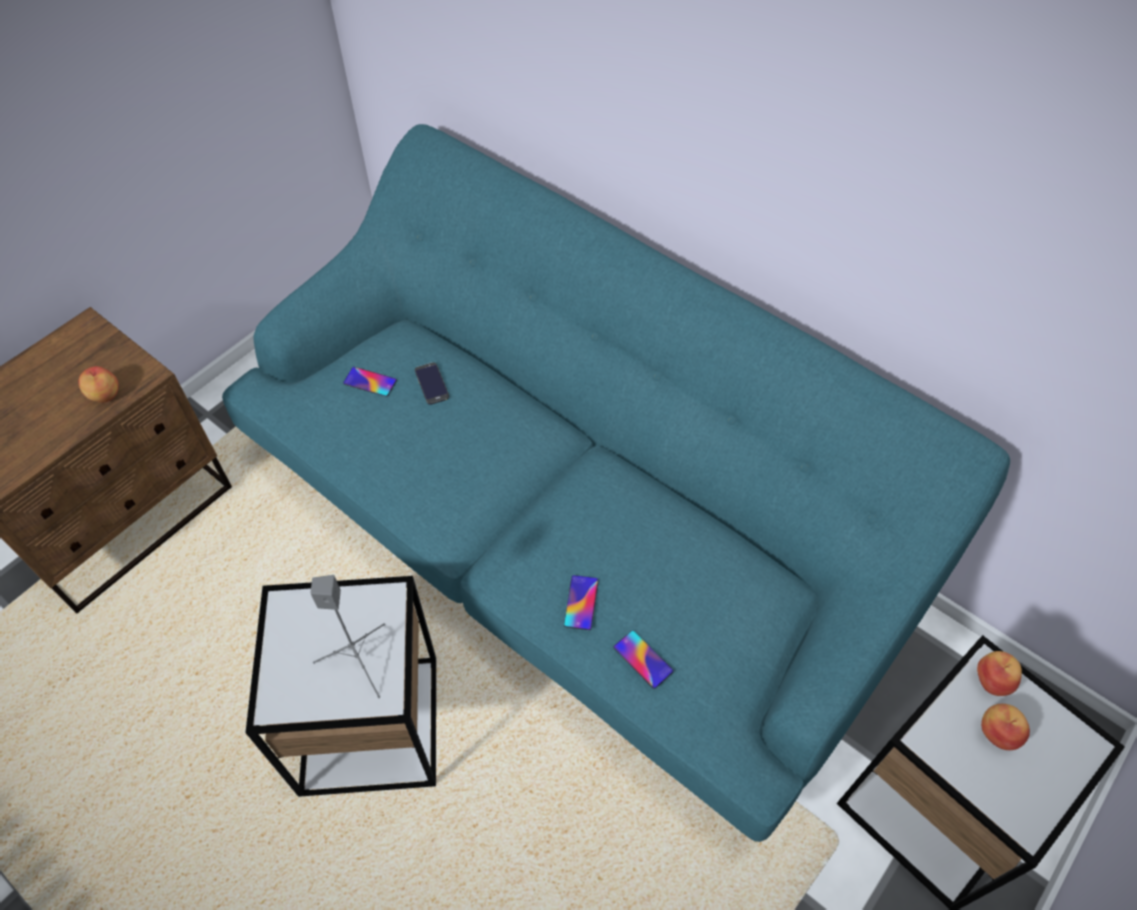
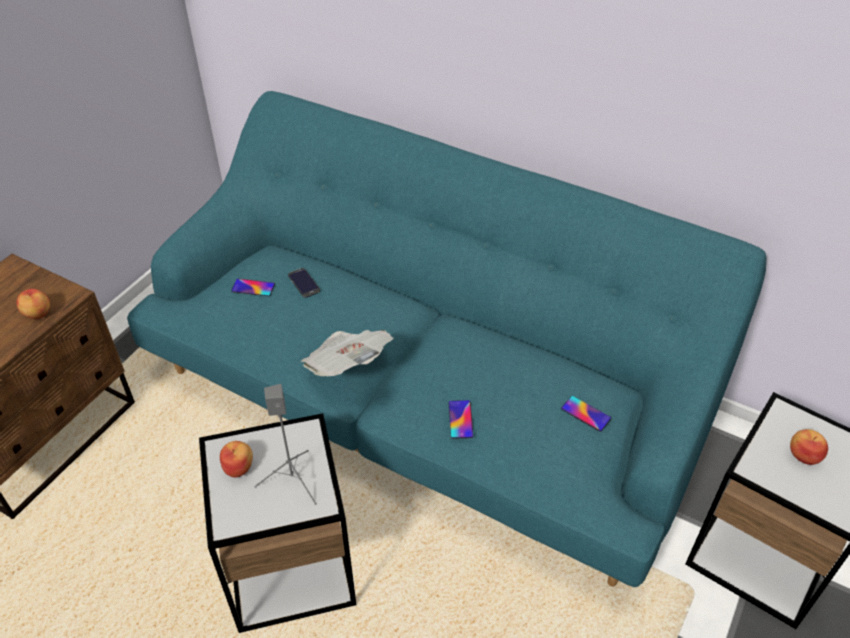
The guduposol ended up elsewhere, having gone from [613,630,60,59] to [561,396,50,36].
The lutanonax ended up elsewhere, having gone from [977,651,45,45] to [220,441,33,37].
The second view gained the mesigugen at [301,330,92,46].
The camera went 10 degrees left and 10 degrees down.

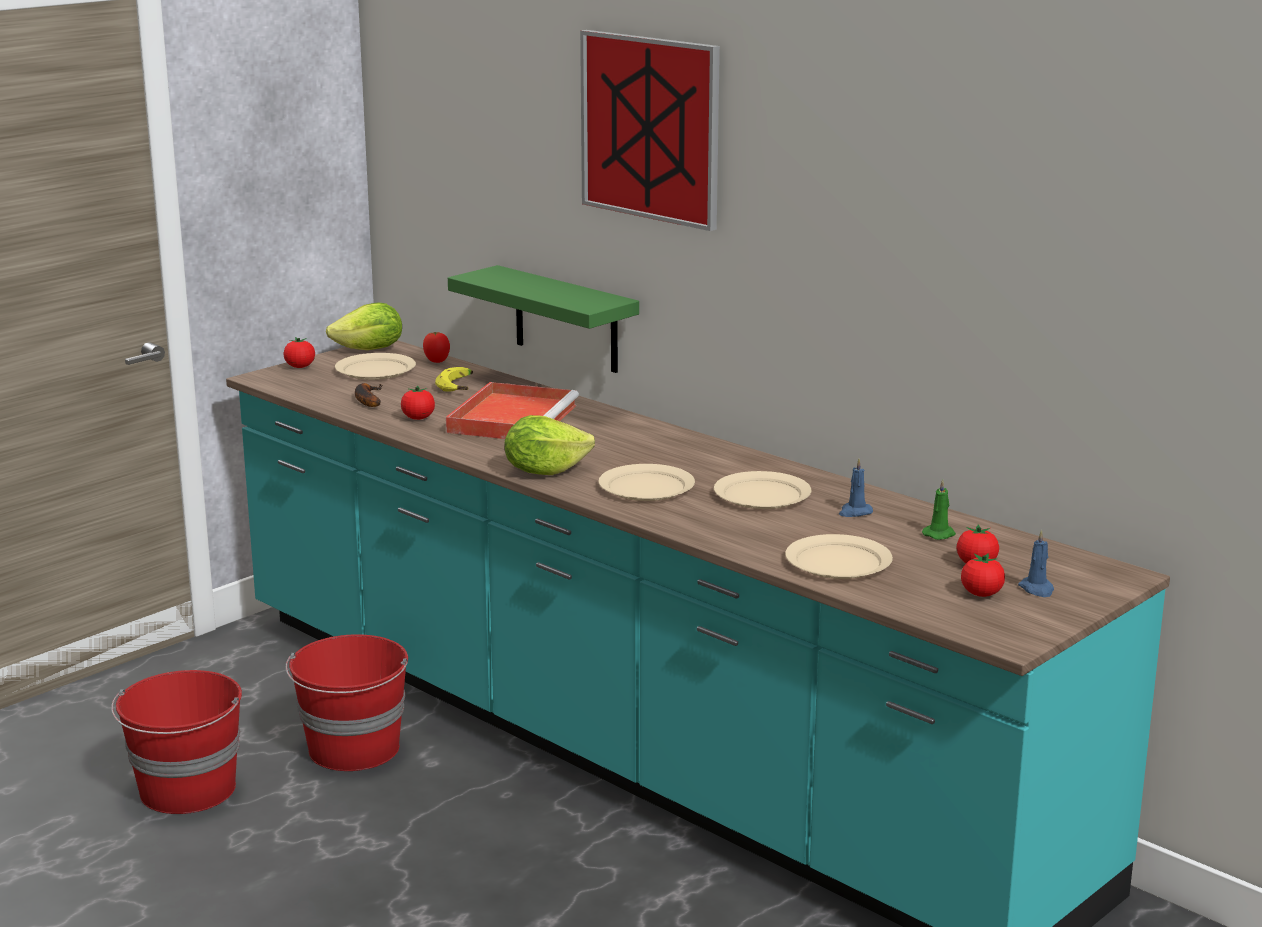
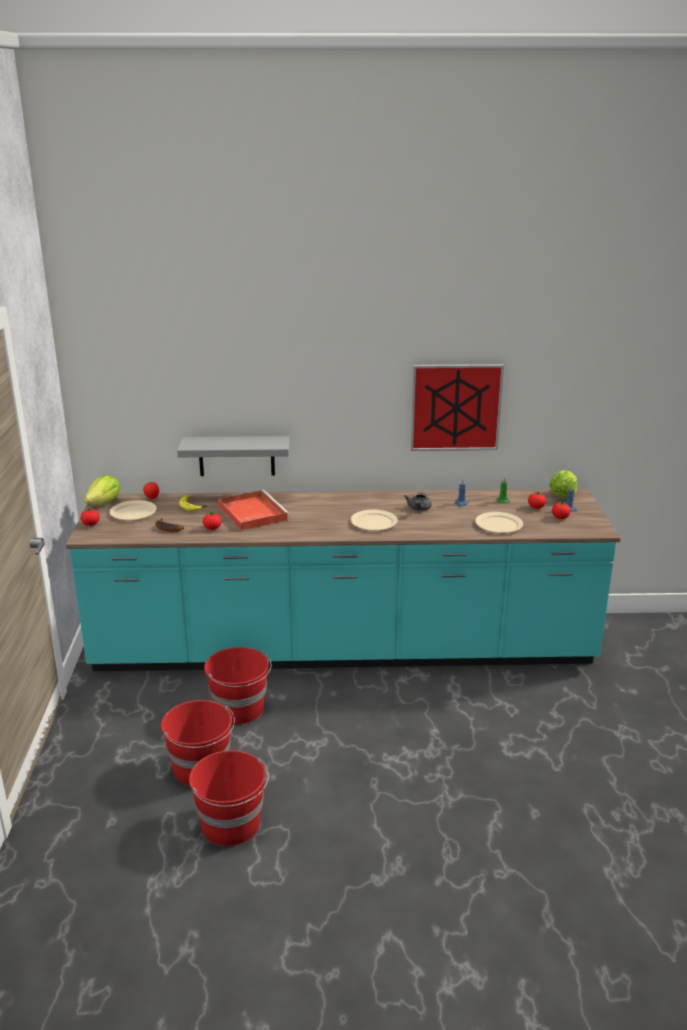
What was the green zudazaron at [448,265,191,108] turned into the grey zudazaron at [177,436,113,40].
The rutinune ended up elsewhere, having gone from [504,415,91,60] to [549,471,28,27].
The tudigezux ended up elsewhere, having gone from [580,30,140,201] to [411,364,93,87].
Where the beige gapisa stood at [714,471,97,38], the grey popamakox came to stand at [404,493,27,18].
The second view gained the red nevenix at [189,750,80,96].
The camera went 45 degrees left and 5 degrees up.

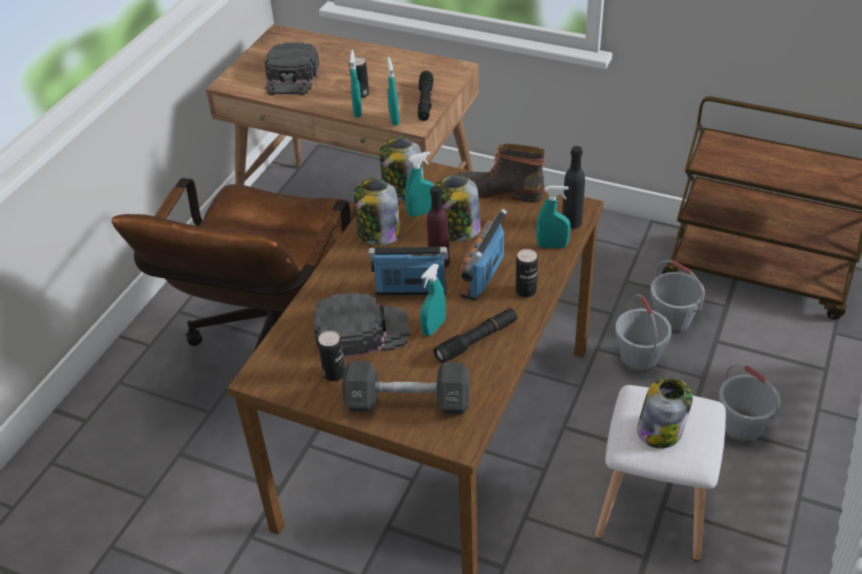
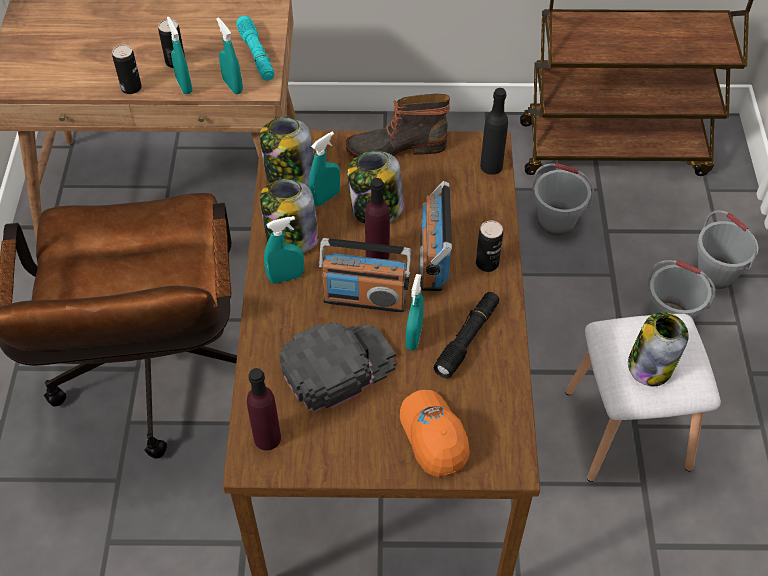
The second view lost the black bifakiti at [265,42,54,53].
The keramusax ended up elsewhere, having gone from [318,331,27,50] to [112,45,30,49].
Where the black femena stood at [342,361,128,53], the orange bifakiti came to stand at [400,390,70,87].
The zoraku at [368,247,80,48] ended up facing another way, 150 degrees counterclockwise from before.
What was the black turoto at [418,71,15,50] turned into the turquoise turoto at [236,15,38,66].
The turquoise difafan ended up elsewhere, having gone from [536,186,35,62] to [264,216,40,68].
The grey nevenix ended up elsewhere, having gone from [615,294,56,79] to [697,210,61,79].
The second view gained the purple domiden at [247,368,34,82].
The camera went 25 degrees left and 10 degrees up.

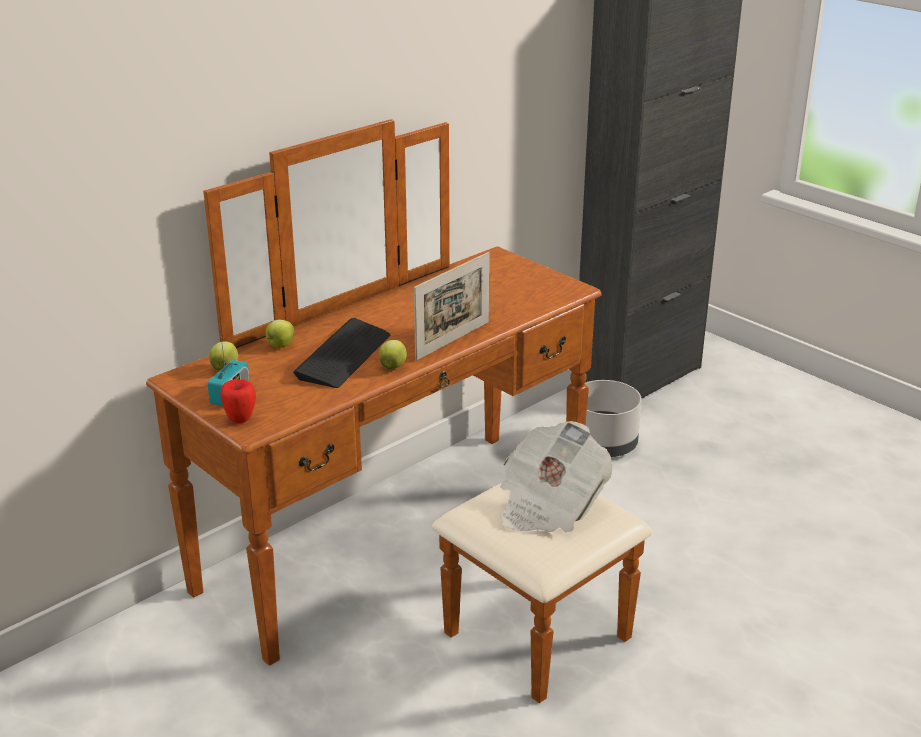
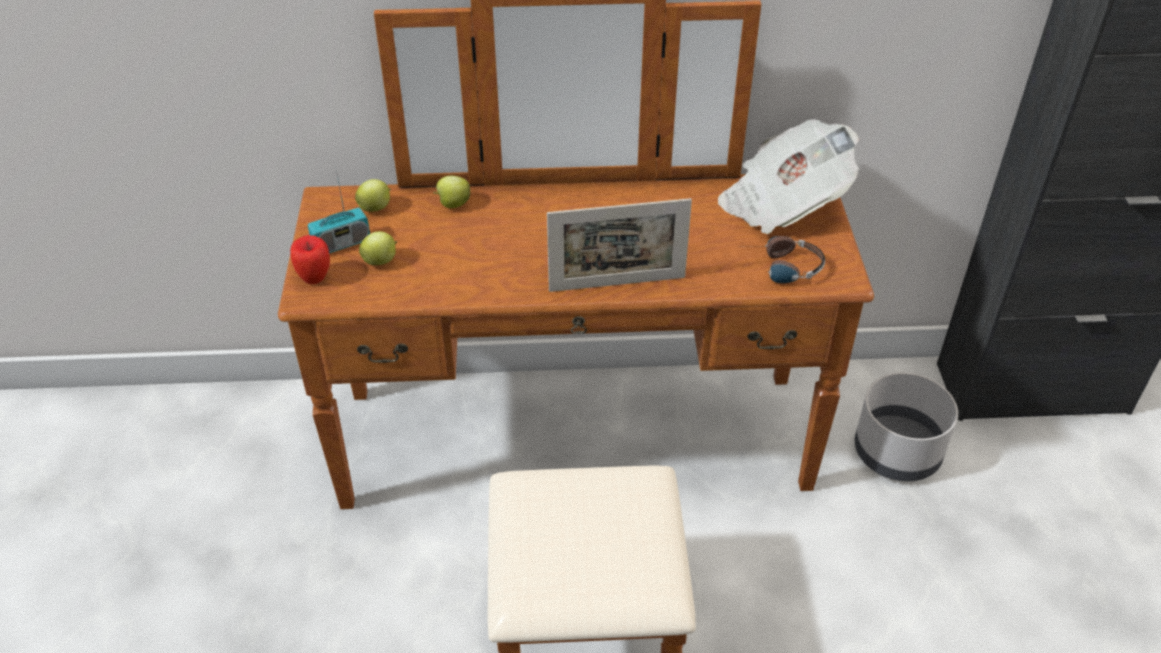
The second view lost the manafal at [293,318,97,70].
The lutanonax ended up elsewhere, having gone from [379,340,28,29] to [359,231,38,34].
The mesigugen ended up elsewhere, having gone from [500,421,113,112] to [718,119,141,115].
The second view gained the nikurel at [743,236,82,47].
The camera went 40 degrees right and 15 degrees up.

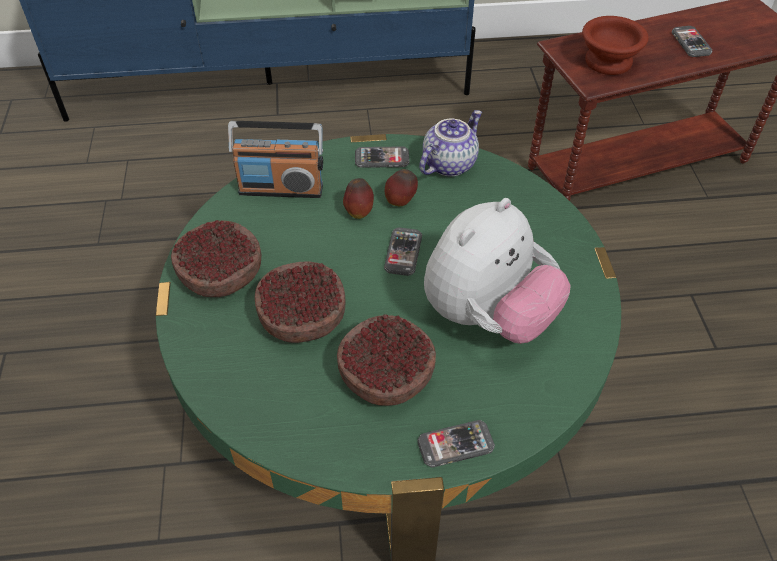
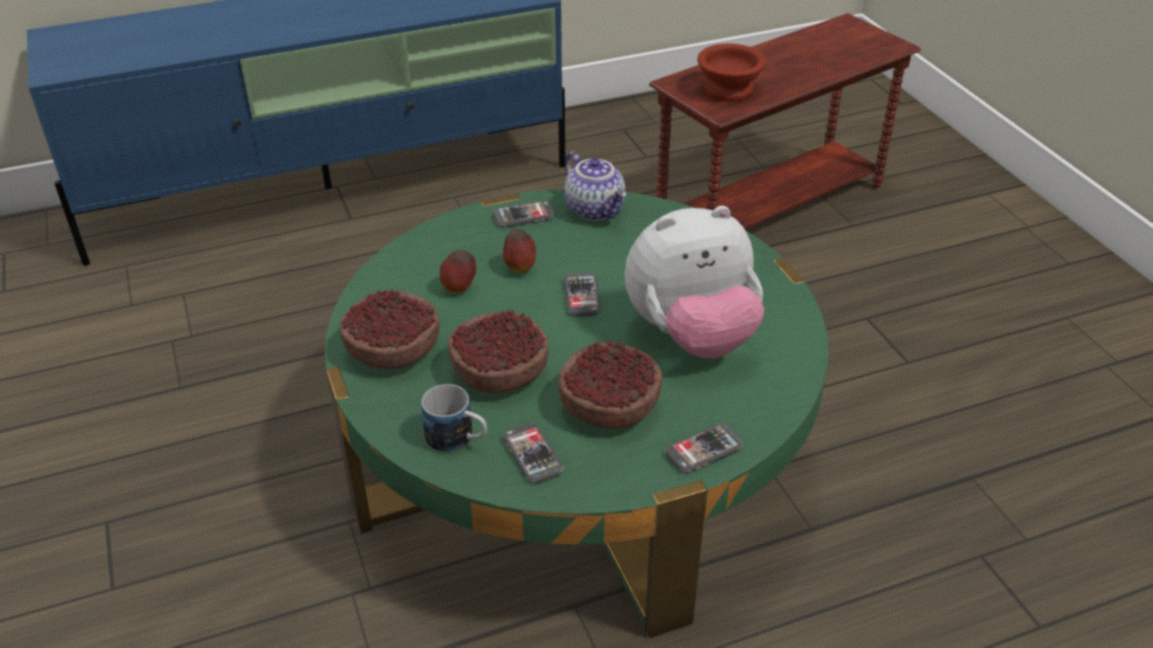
The second view lost the zoraku at [228,121,95,77].
The lutanonax ended up elsewhere, having gone from [385,169,33,37] to [440,250,36,43].
The popamakox at [419,110,63,66] ended up facing another way, 120 degrees clockwise from before.
The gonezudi at [424,198,147,146] ended up facing another way, 45 degrees clockwise from before.
The guduposol ended up elsewhere, having gone from [672,26,40,31] to [502,423,62,61].
The second view gained the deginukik at [421,384,66,68].
The camera went 15 degrees left and 10 degrees down.

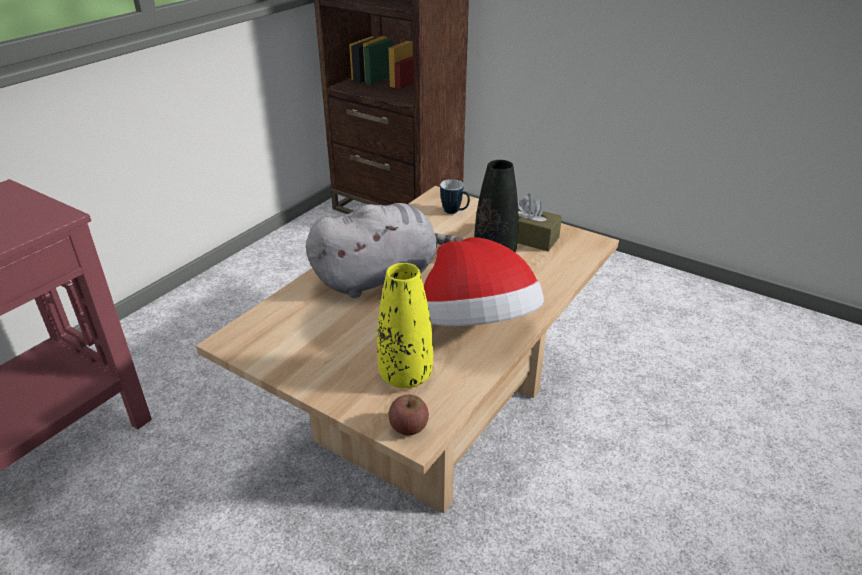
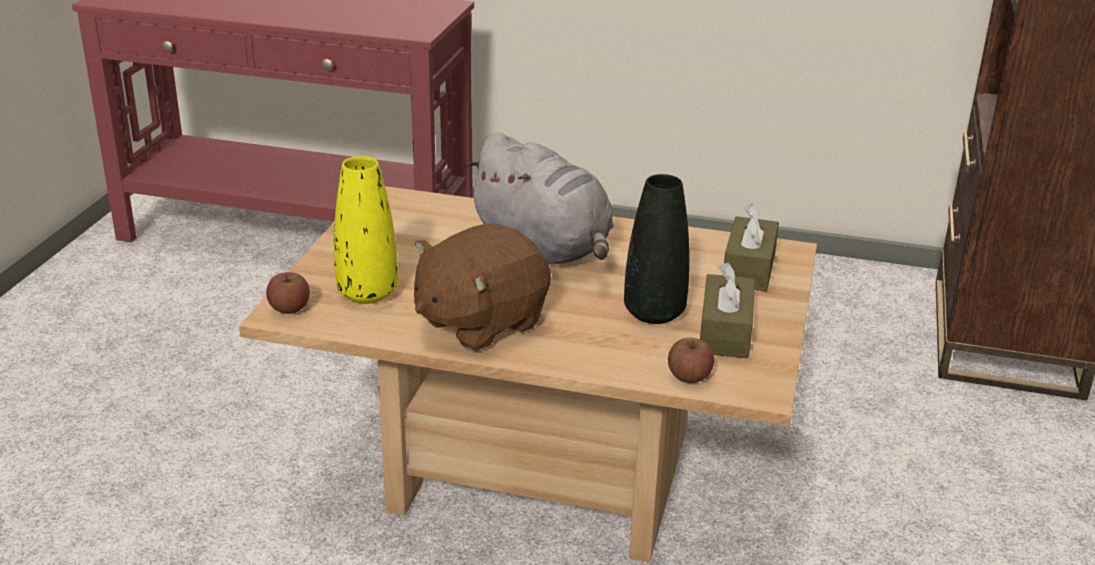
Where the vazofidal stood at [424,237,120,89], the brown gonezudi came to stand at [414,224,137,127].
Where the deginukik stood at [440,179,30,35], the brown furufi came to stand at [724,203,55,88].
The second view gained the lutanonax at [668,338,46,45].
The camera went 70 degrees right and 5 degrees down.

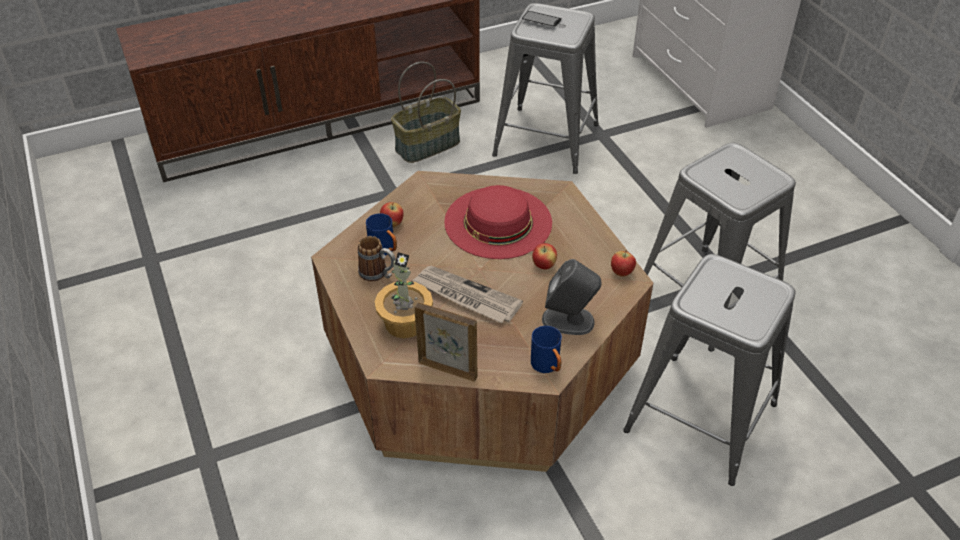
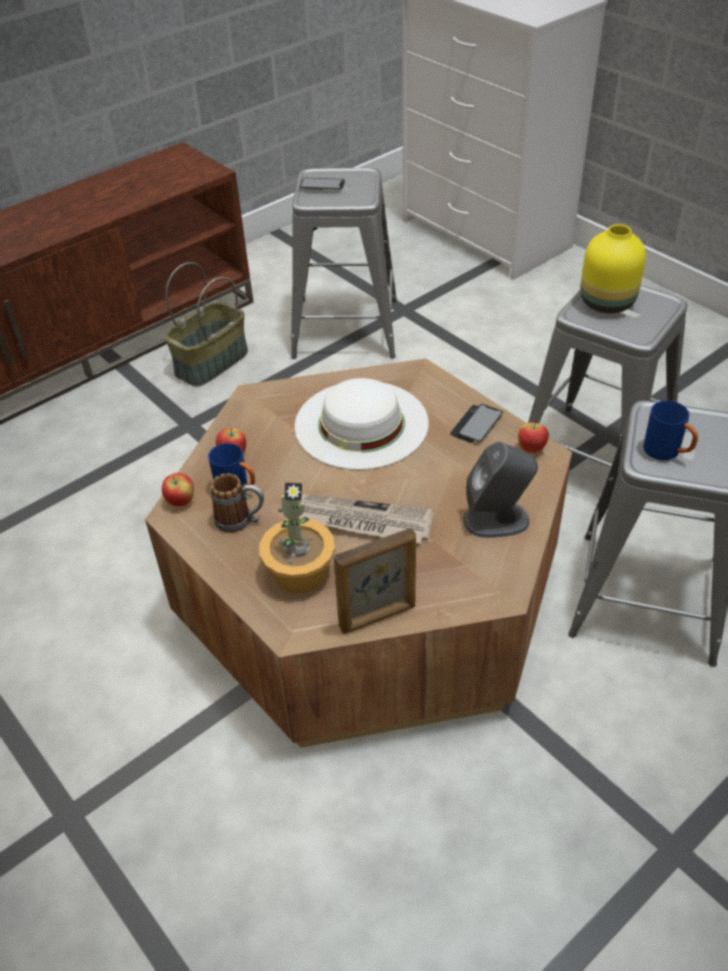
The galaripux at [414,303,63,79] ended up facing another way, 150 degrees clockwise from before.
What was the red vazofidal at [444,185,108,74] turned into the white vazofidal at [295,378,134,92].
The blue deginukik ended up elsewhere, having gone from [531,326,31,47] to [643,401,55,59].
The lutanonax ended up elsewhere, having gone from [532,243,25,26] to [162,473,32,33].
The second view gained the guduposol at [450,404,53,38].
The second view gained the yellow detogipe at [580,224,66,89].
The camera went 15 degrees left and 0 degrees up.

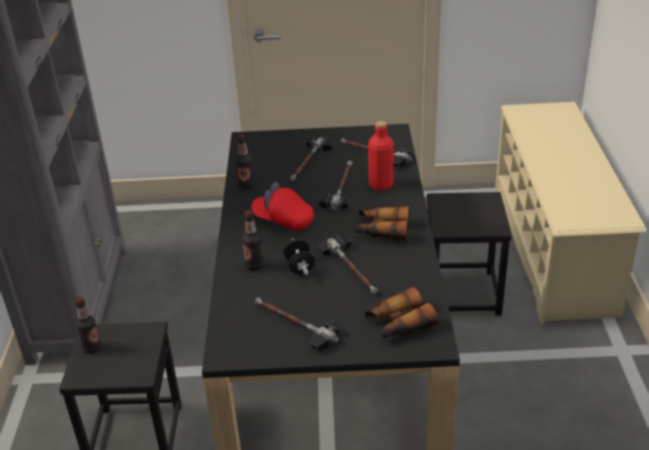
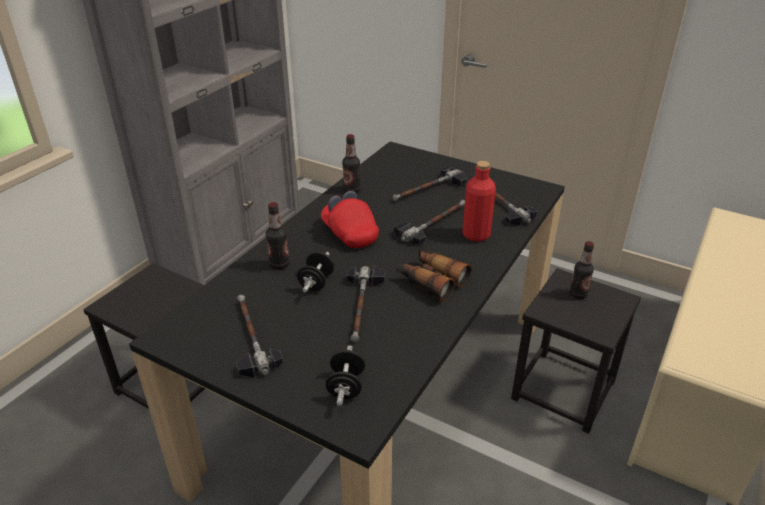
The domiden ended up elsewhere, having gone from [75,297,26,56] to [569,241,25,58].
Where the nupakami stood at [364,287,74,52], the black femena came to stand at [325,345,40,61].
The camera went 30 degrees right and 0 degrees up.

